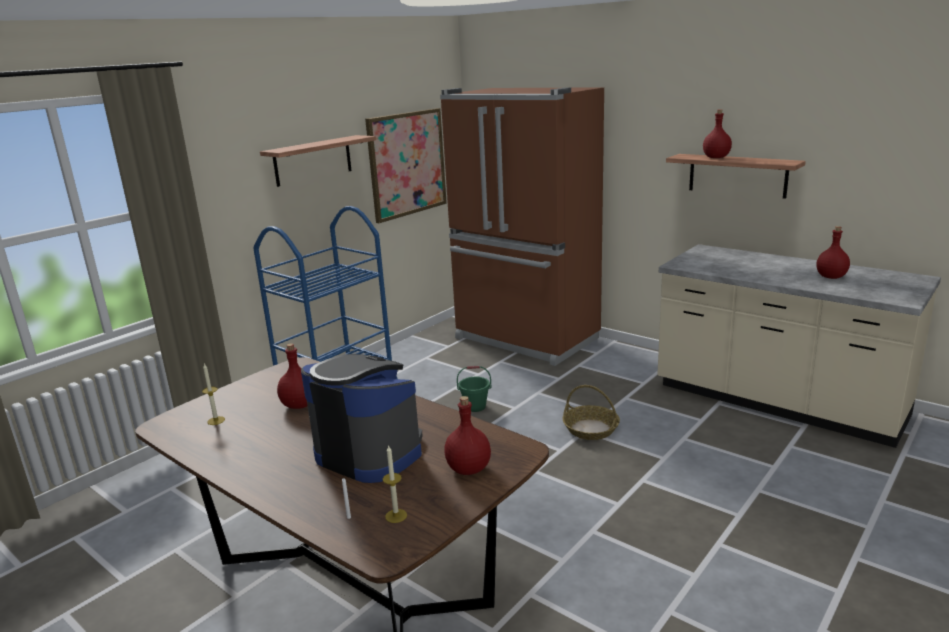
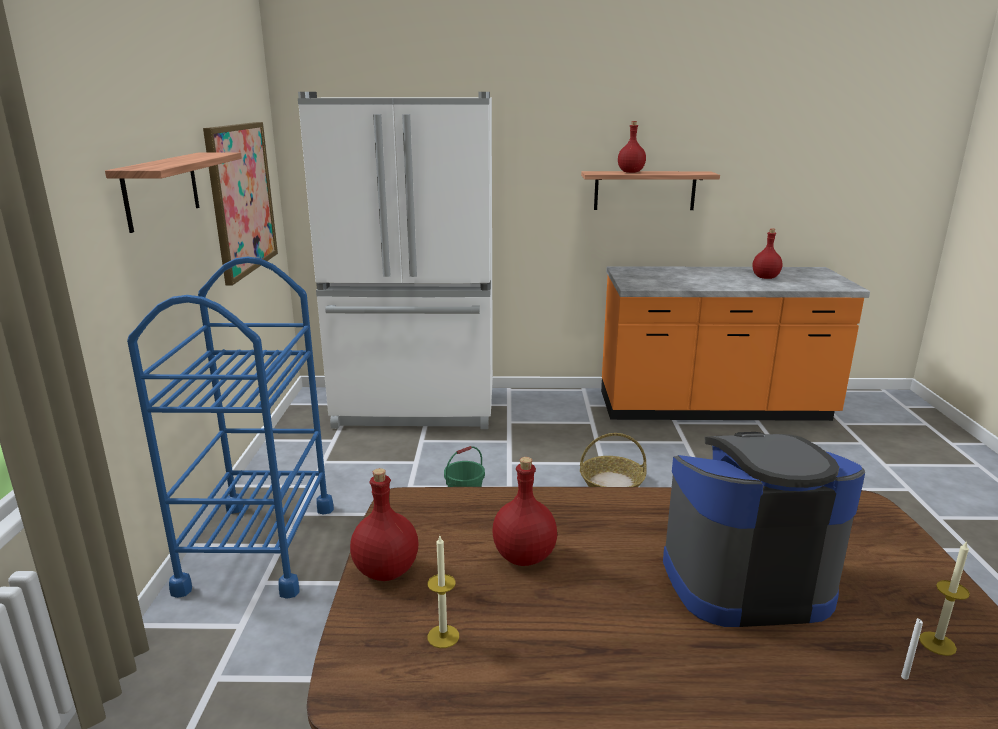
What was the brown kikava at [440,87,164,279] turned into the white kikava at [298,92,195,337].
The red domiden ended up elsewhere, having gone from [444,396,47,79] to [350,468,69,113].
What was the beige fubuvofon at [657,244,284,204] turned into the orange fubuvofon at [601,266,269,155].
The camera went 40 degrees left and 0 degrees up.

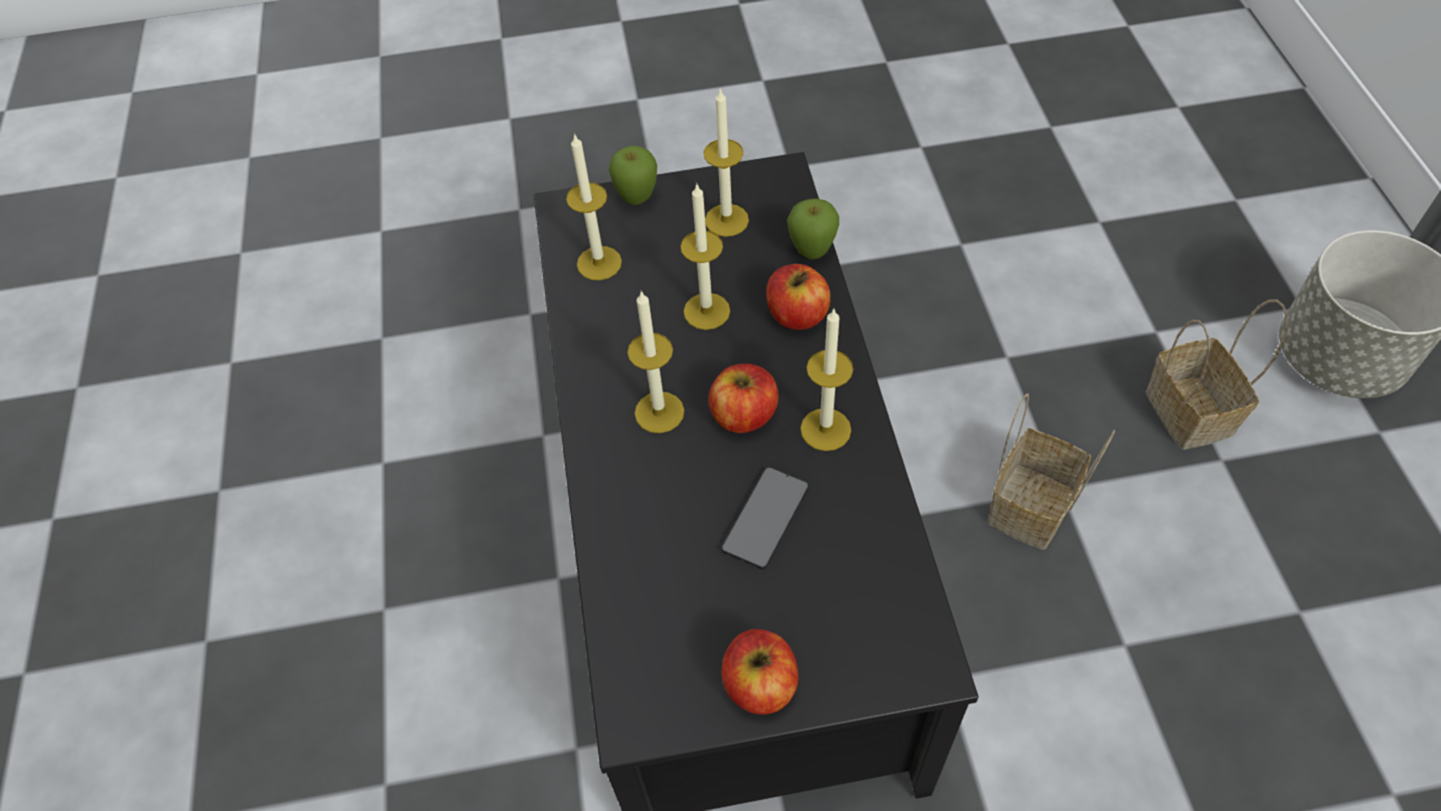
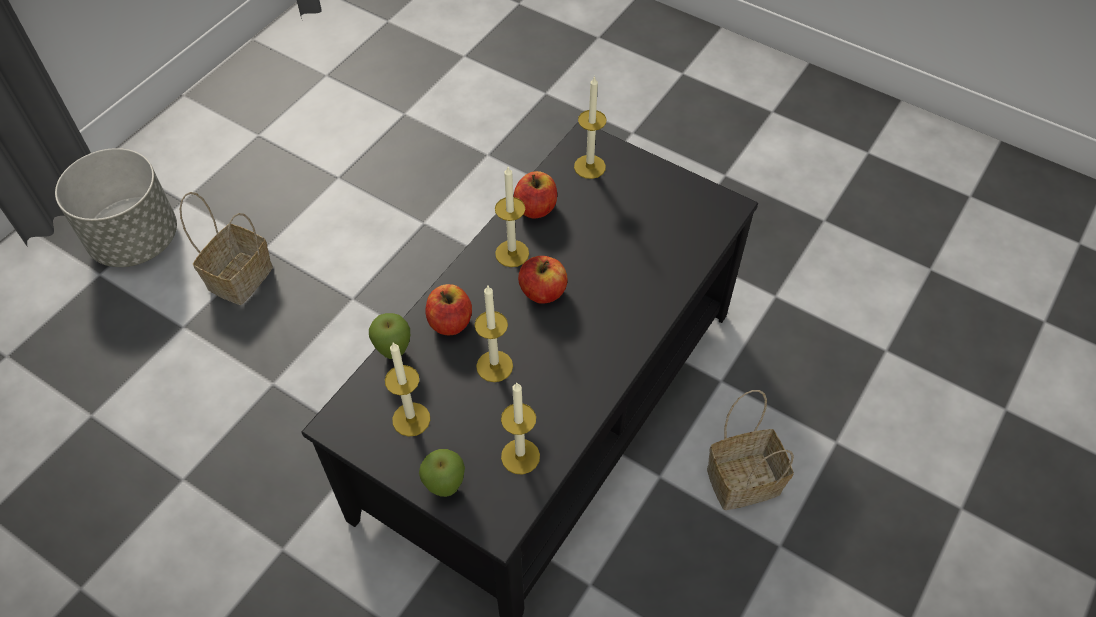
The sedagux ended up elsewhere, having gone from [627,291,57,142] to [574,76,32,103].
The second view lost the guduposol at [721,467,88,103].
The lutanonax ended up elsewhere, having gone from [721,629,77,86] to [514,171,43,48].
The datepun ended up elsewhere, having gone from [987,393,128,157] to [707,390,87,120].
The camera went 140 degrees left and 0 degrees up.

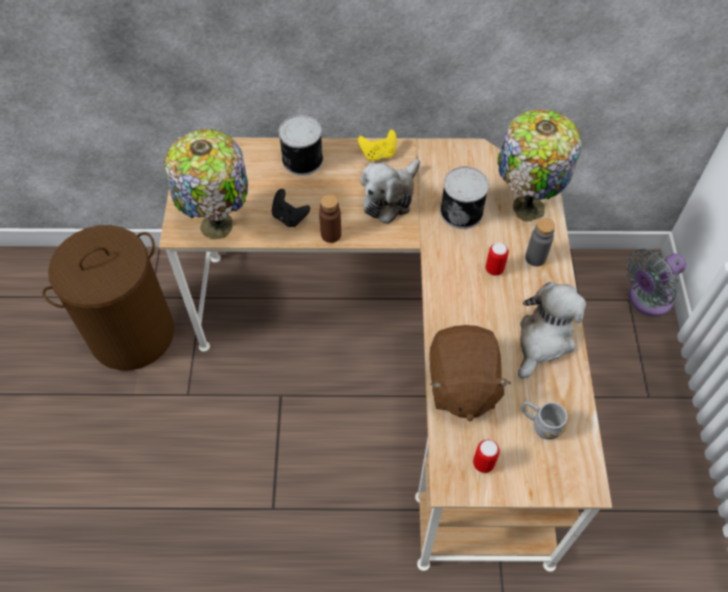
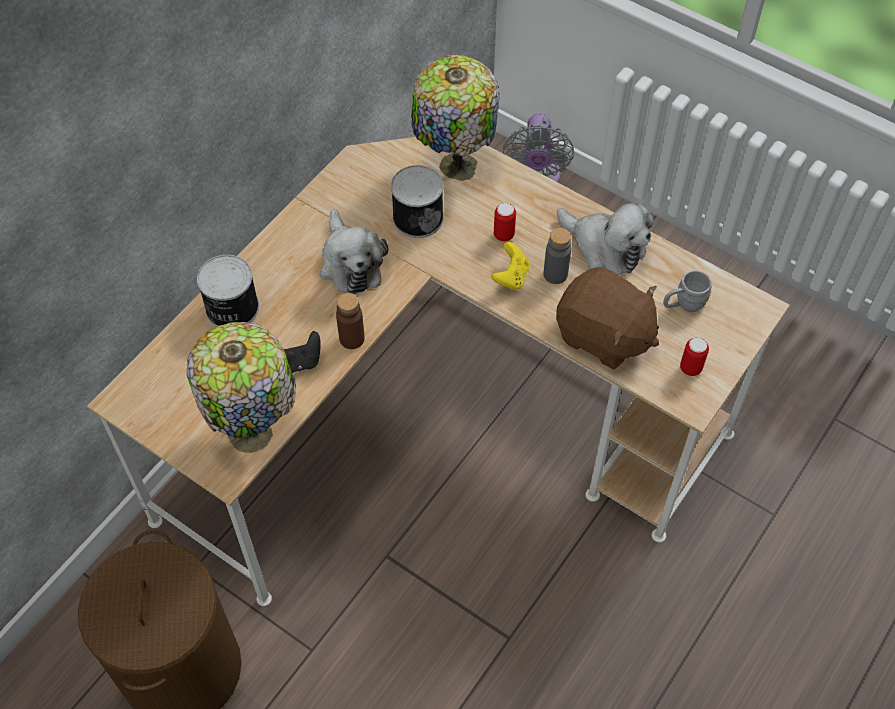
The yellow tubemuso ended up elsewhere, having gone from [358,129,39,32] to [491,242,38,49].
The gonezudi at [518,282,68,97] ended up facing another way, 150 degrees clockwise from before.
The grey domiden ended up elsewhere, having gone from [525,218,30,48] to [544,228,27,56].
The camera went 55 degrees left and 0 degrees up.

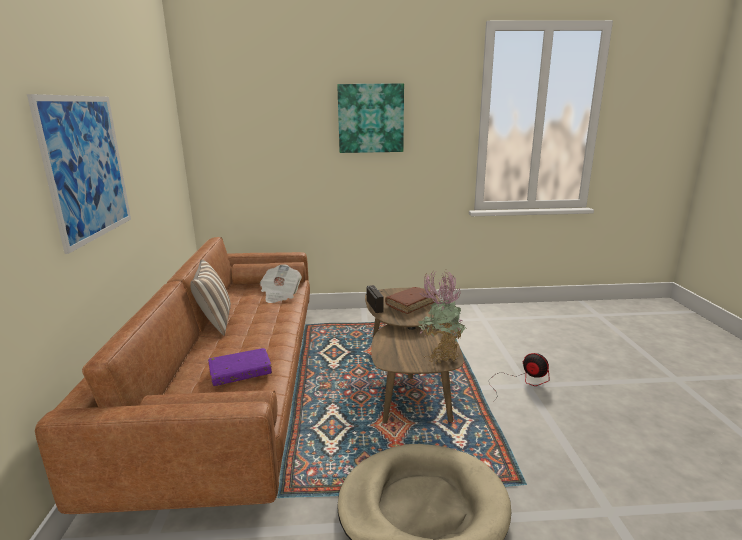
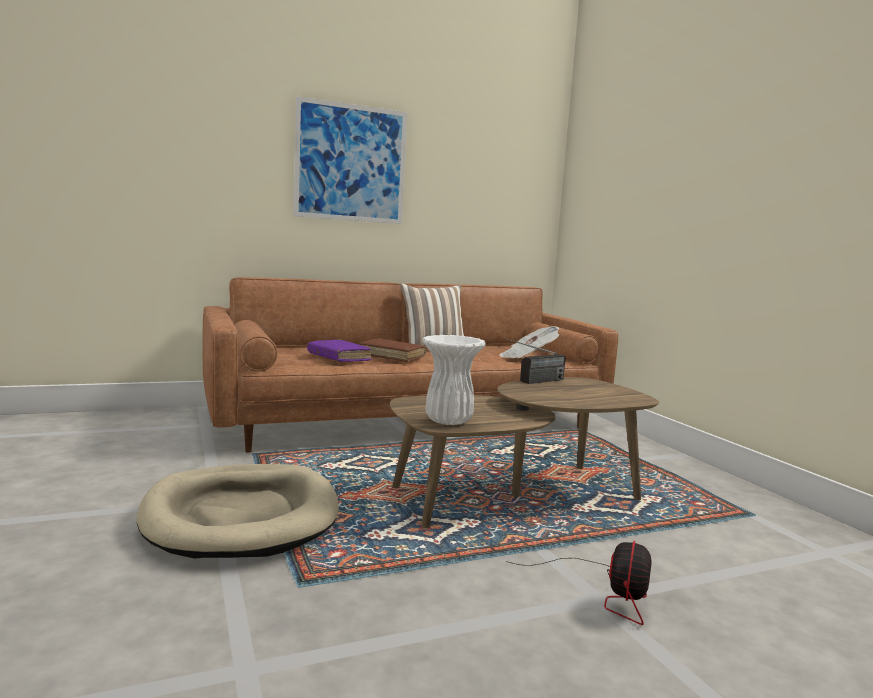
The second view lost the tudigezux at [337,83,67,70].
The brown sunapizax ended up elsewhere, having gone from [385,287,51,27] to [360,338,66,24].
Where the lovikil stood at [418,271,49,92], the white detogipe came to stand at [422,335,64,90].
The camera went 70 degrees right and 10 degrees down.

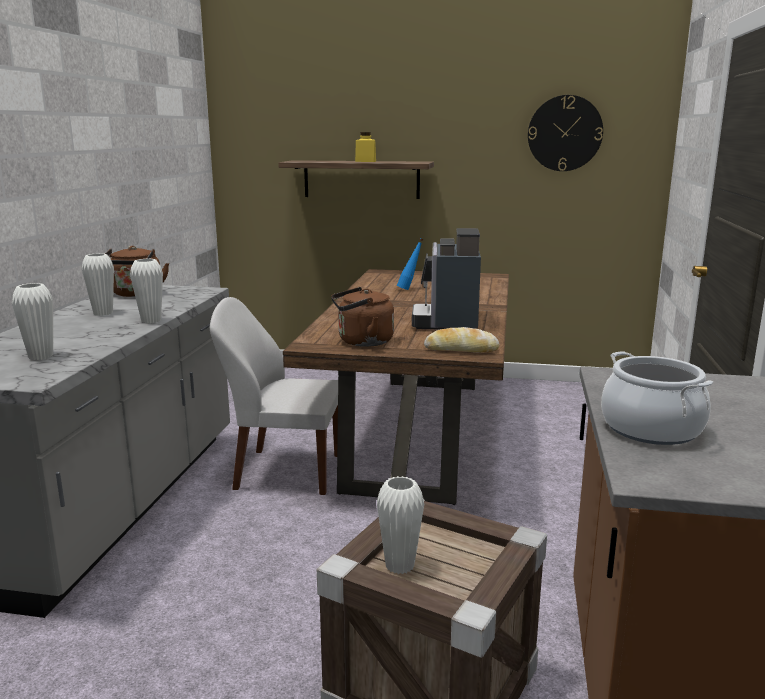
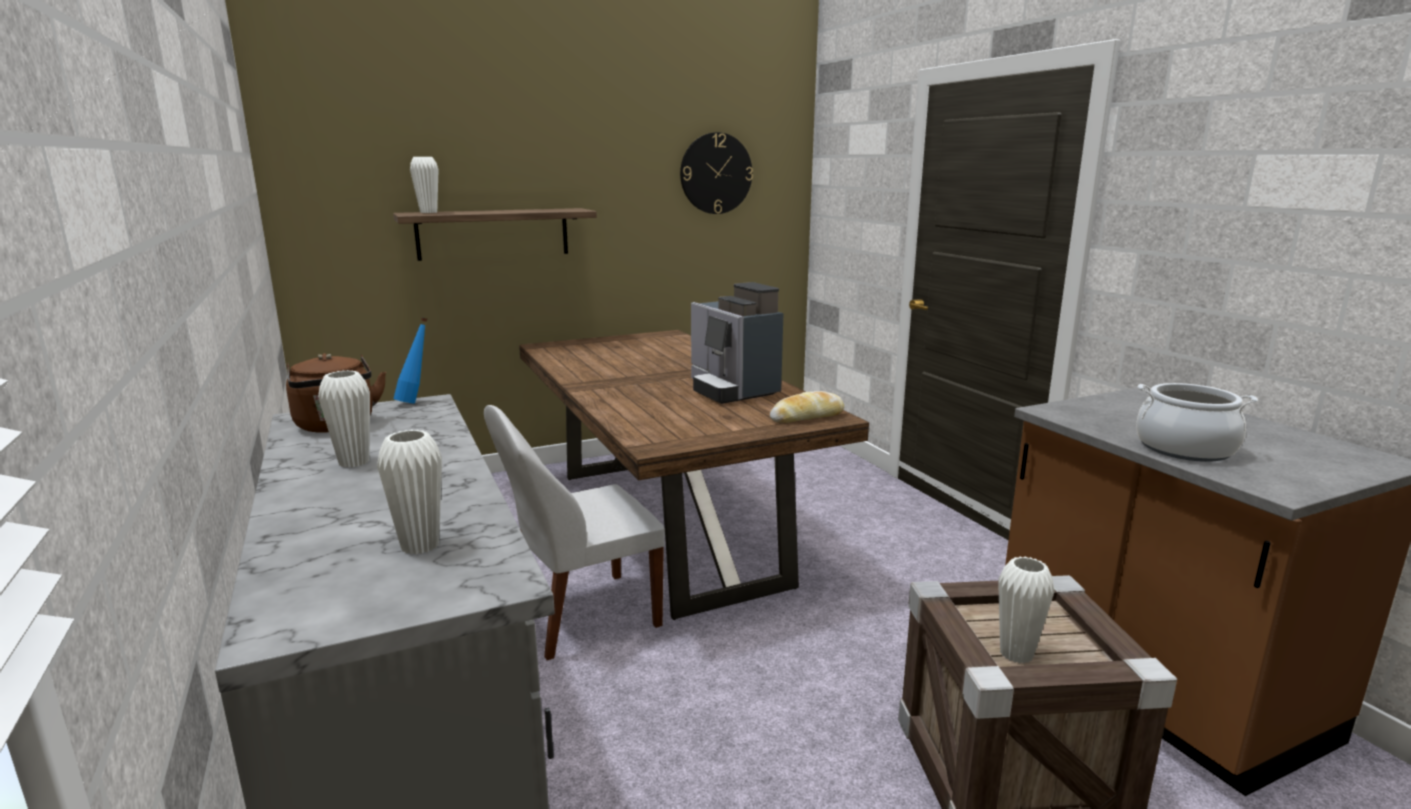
The white detogipe ended up elsewhere, having gone from [130,259,33,64] to [410,157,29,56].
The second view lost the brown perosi at [331,287,63,60].
The second view lost the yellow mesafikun at [355,132,21,30].
The blue domiden ended up elsewhere, having gone from [397,238,26,52] to [393,317,34,87].
The camera went 35 degrees left and 0 degrees up.

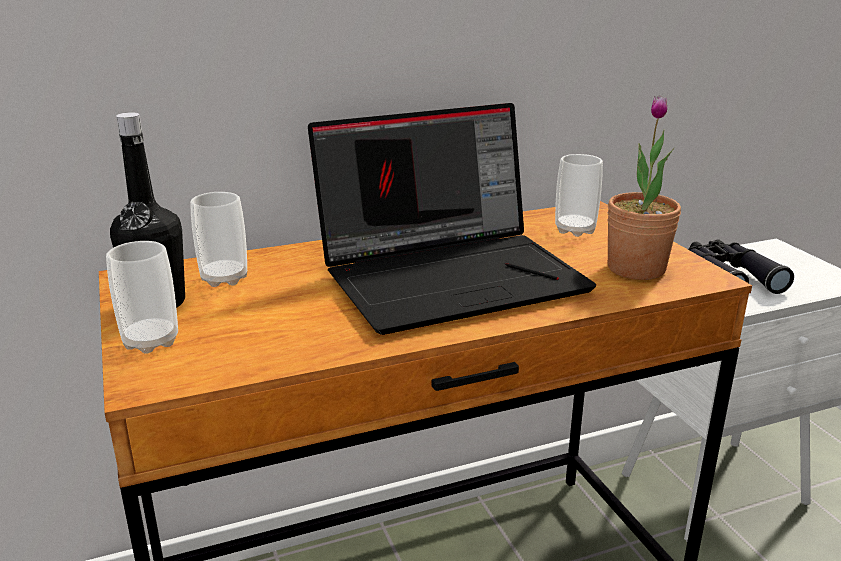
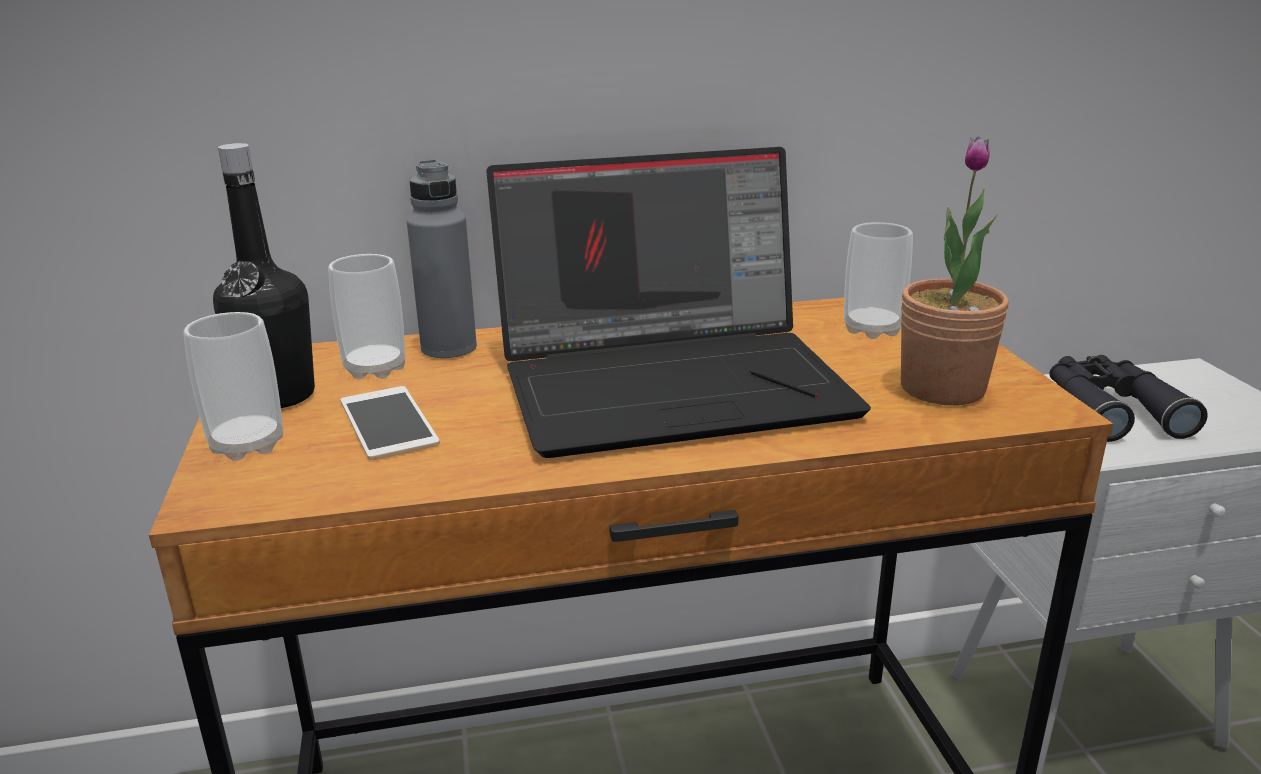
The second view gained the guduposol at [340,386,100,74].
The second view gained the grey domiden at [407,160,70,198].
The camera went 10 degrees right and 0 degrees up.

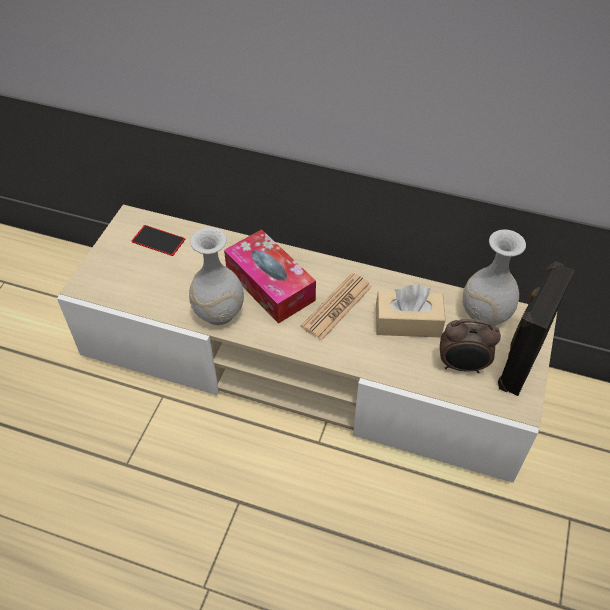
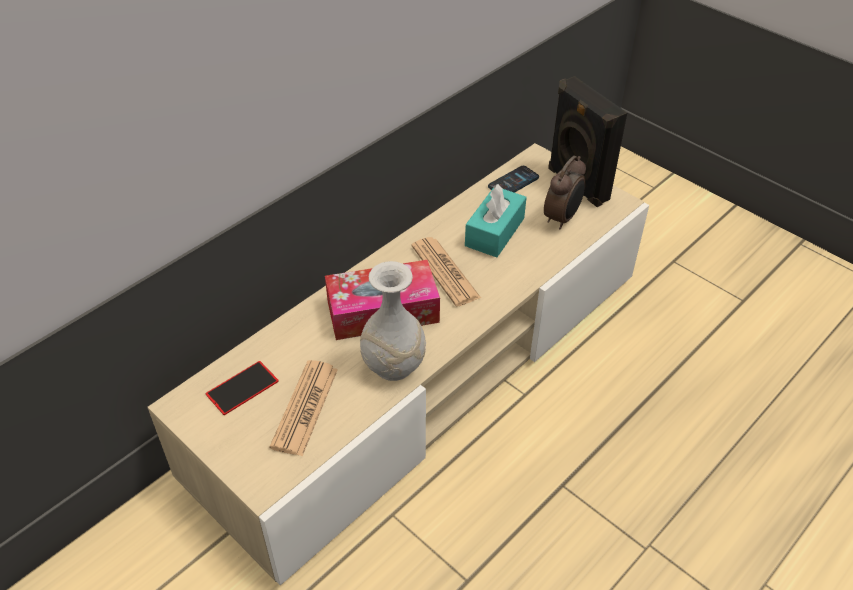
What was the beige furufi at [376,285,70,52] turned into the turquoise furufi at [465,184,62,74].
Where the white detogipe stood at [463,230,63,96], the guduposol came to stand at [488,166,51,27].
The second view gained the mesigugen at [270,360,68,96].
The camera went 65 degrees left and 5 degrees down.

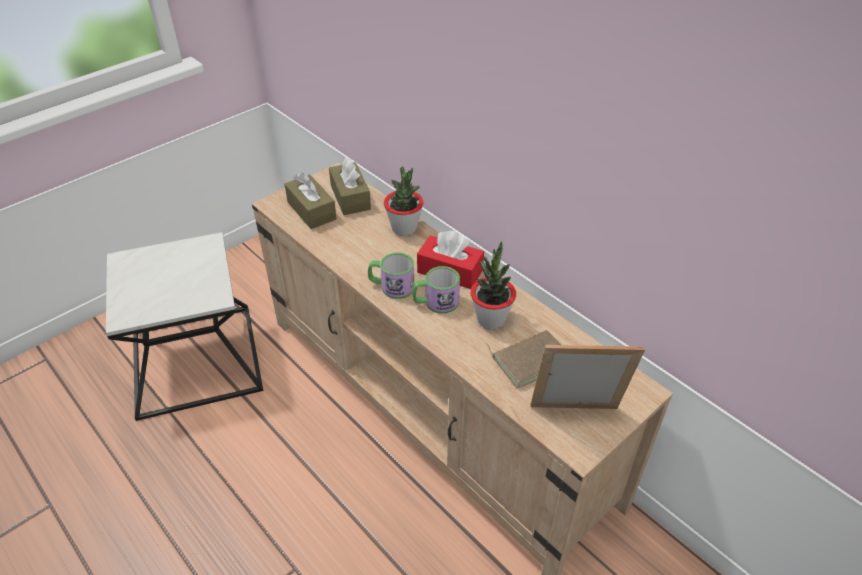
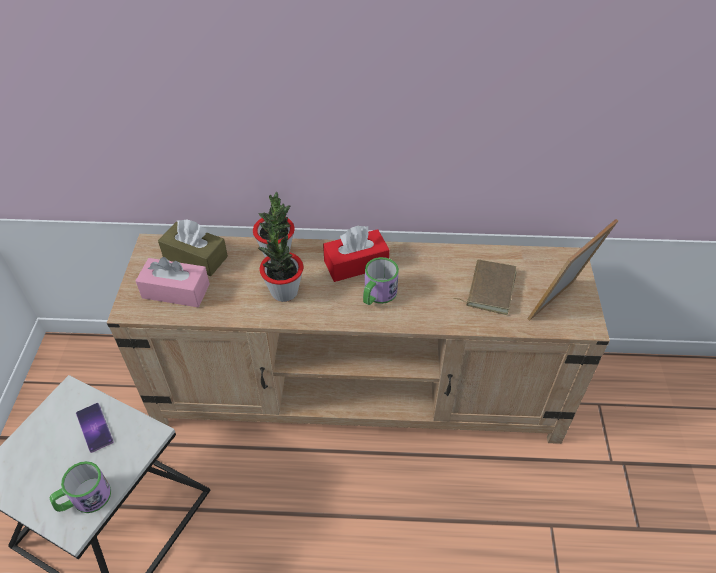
What was the brown furufi at [284,173,53,56] turned into the pink furufi at [136,257,74,50].
The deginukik ended up elsewhere, having gone from [368,253,46,46] to [50,461,61,52].
The lovikil ended up elsewhere, having gone from [470,241,46,88] to [258,220,46,82].
The second view gained the guduposol at [76,403,38,50].
The camera went 45 degrees left and 5 degrees up.

